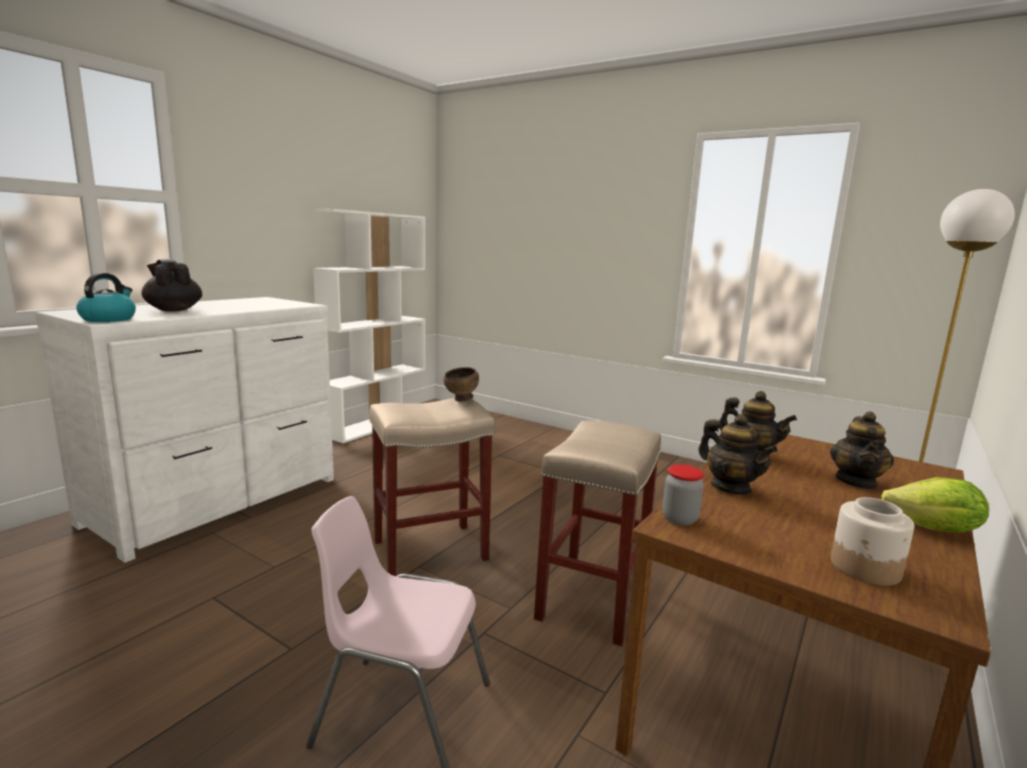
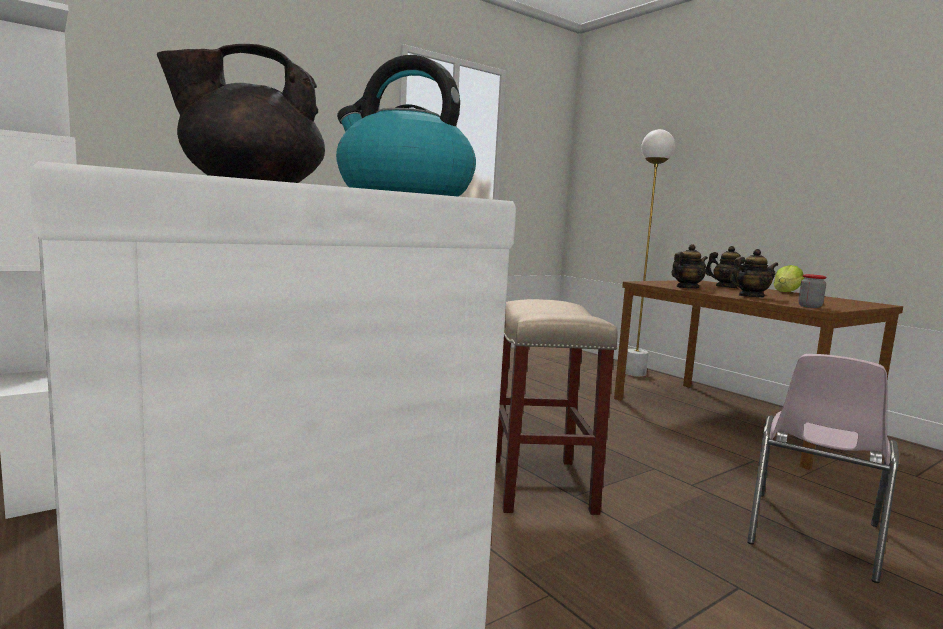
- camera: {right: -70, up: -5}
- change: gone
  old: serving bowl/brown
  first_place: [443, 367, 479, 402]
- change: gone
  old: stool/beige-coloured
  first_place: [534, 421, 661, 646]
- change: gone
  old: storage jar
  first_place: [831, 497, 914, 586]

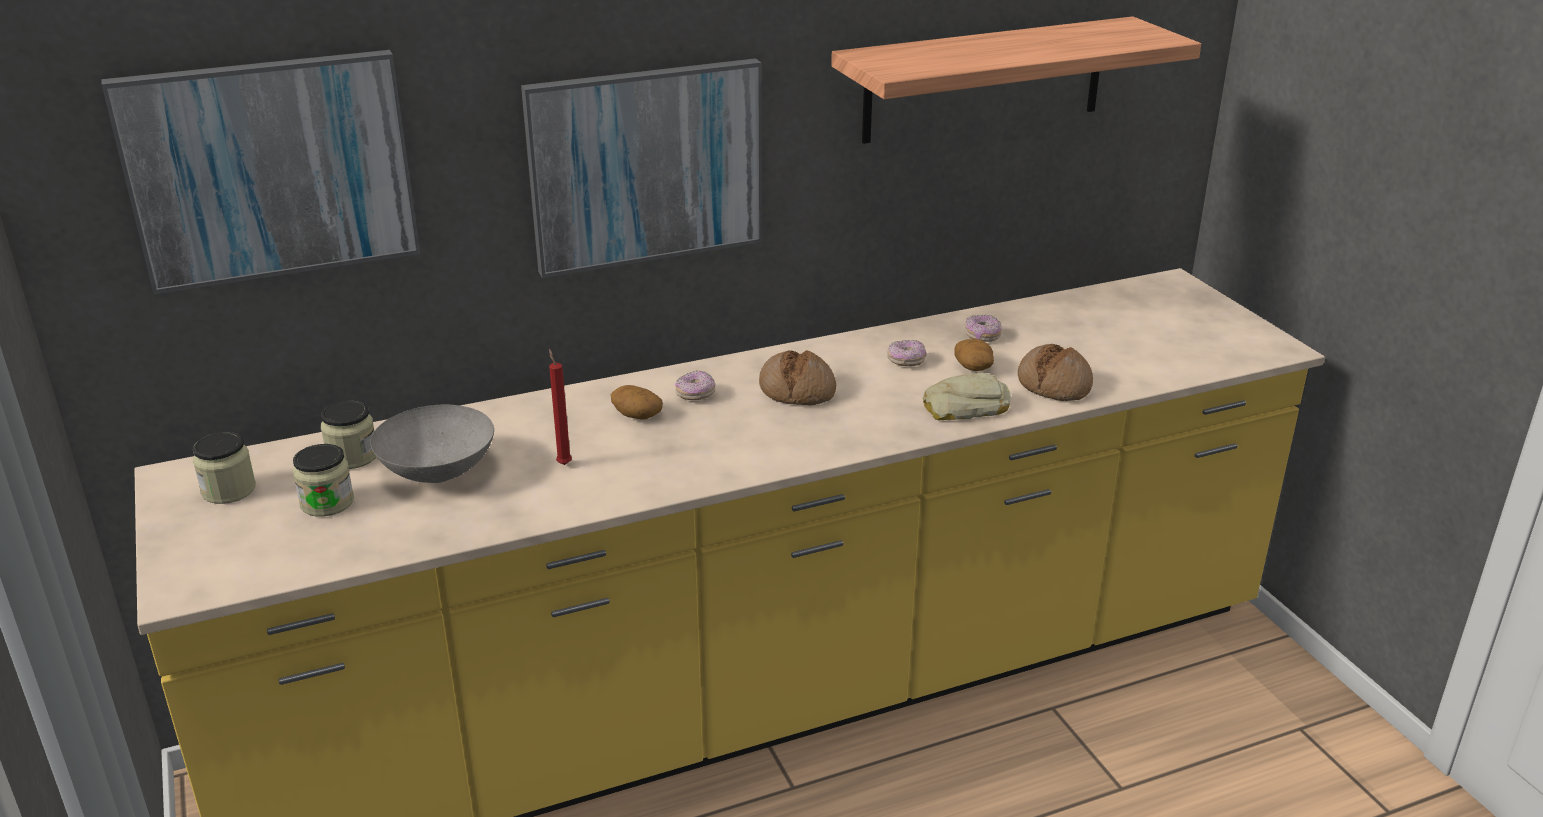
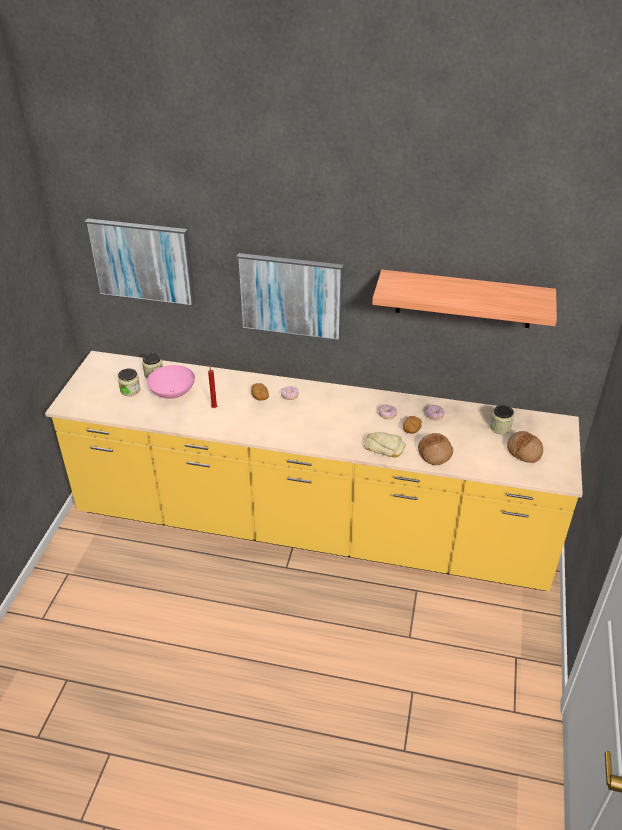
- camera: {right: 35, up: 10}
- change: repainted
  old: serving bowl/greyish
  new: serving bowl/pink
  first_place: [370, 405, 494, 483]
  second_place: [147, 365, 195, 399]
- change: shifted
  old: storage jar
  first_place: [193, 432, 256, 504]
  second_place: [490, 405, 514, 434]
- change: shifted
  old: baked bread
  first_place: [759, 350, 836, 405]
  second_place: [507, 431, 543, 463]

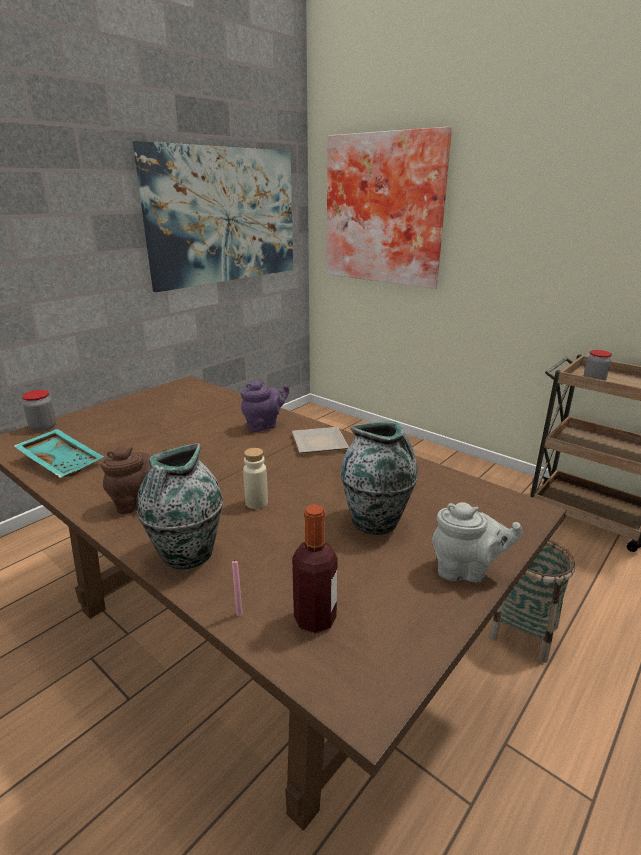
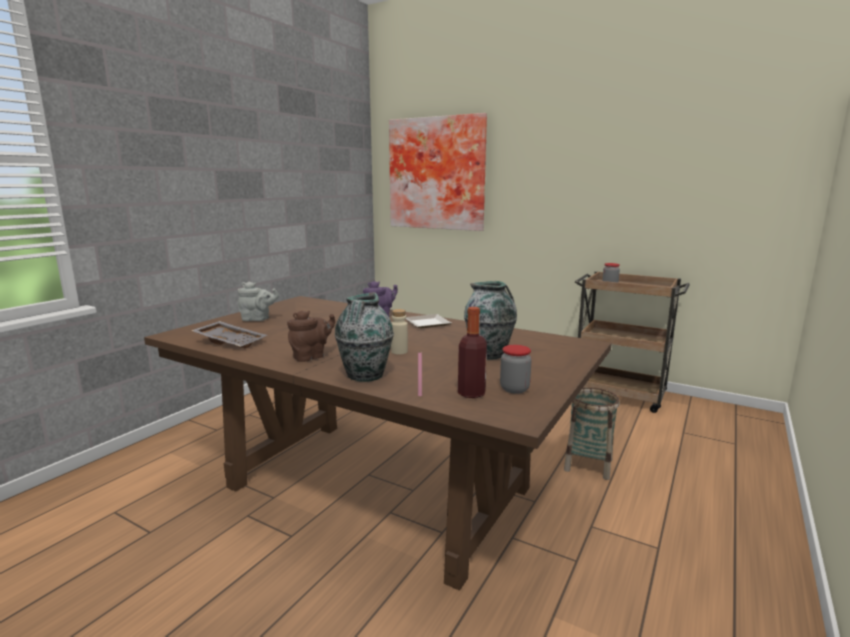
- camera: {right: -10, up: -10}
- change: repainted
  old: tray/turquoise
  new: tray/greyish
  first_place: [14, 429, 104, 478]
  second_place: [191, 321, 267, 348]
- change: shifted
  old: tea pot/greyish
  first_place: [432, 502, 523, 582]
  second_place: [238, 282, 279, 321]
- change: shifted
  old: storage jar
  first_place: [22, 390, 56, 432]
  second_place: [500, 345, 532, 394]
- change: gone
  old: picture
  first_place: [133, 141, 293, 292]

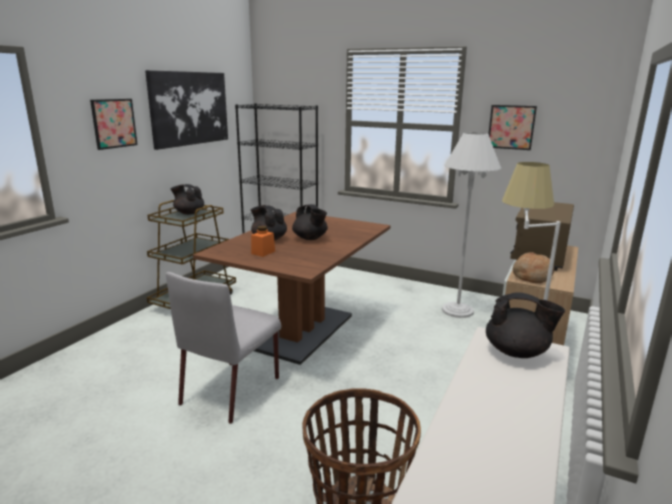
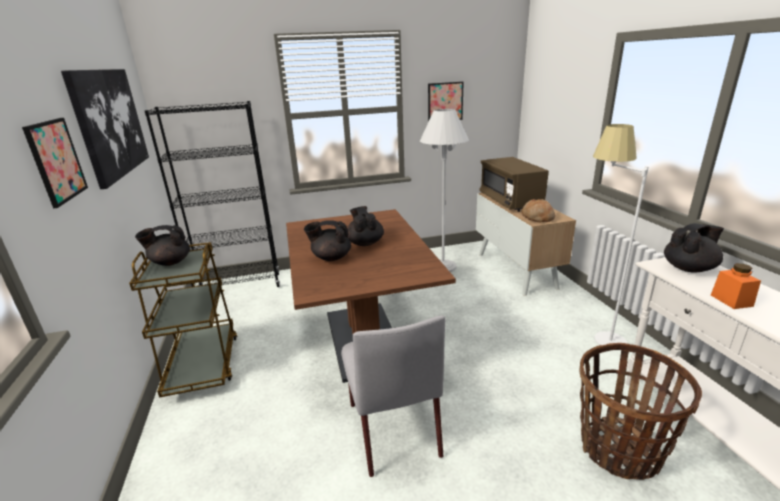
- camera: {right: -40, up: 5}
- change: rotated
  old: tea pot/black
  first_place: [292, 204, 328, 240]
  second_place: [347, 206, 384, 246]
  degrees: -120
- change: shifted
  old: storage jar/orange
  first_place: [251, 226, 275, 257]
  second_place: [711, 263, 761, 309]

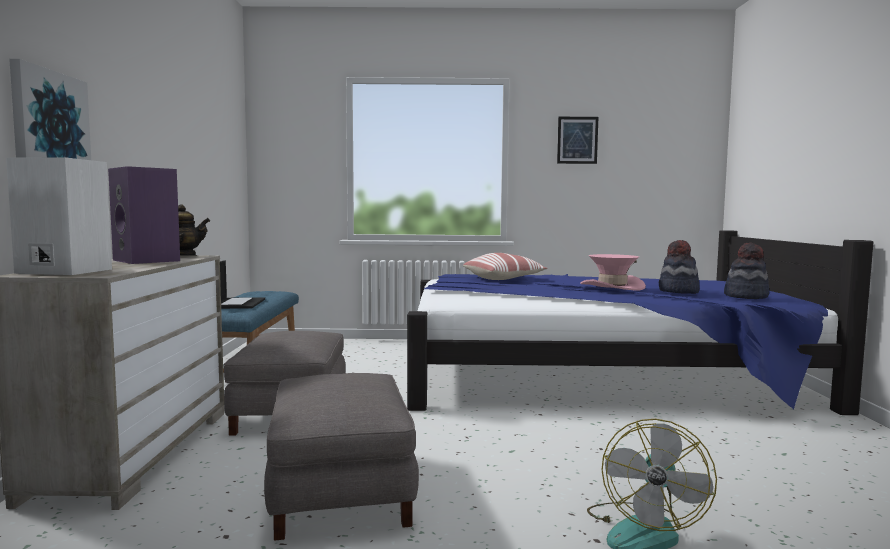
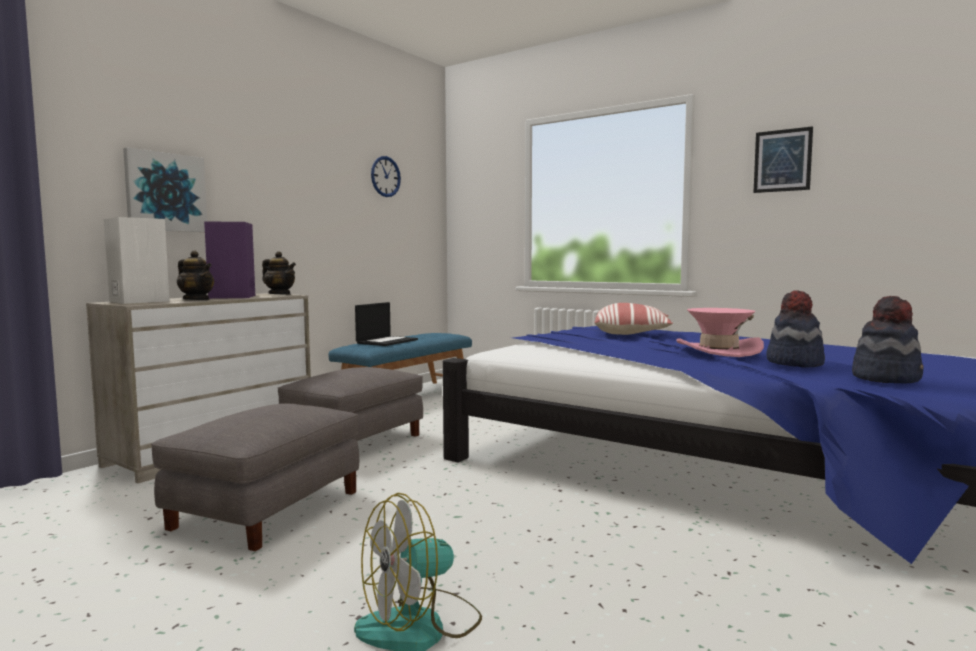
- camera: {right: 35, up: 0}
- change: new
  new: tea pot
  second_place: [177, 250, 214, 300]
- change: new
  new: wall clock
  second_place: [371, 156, 401, 197]

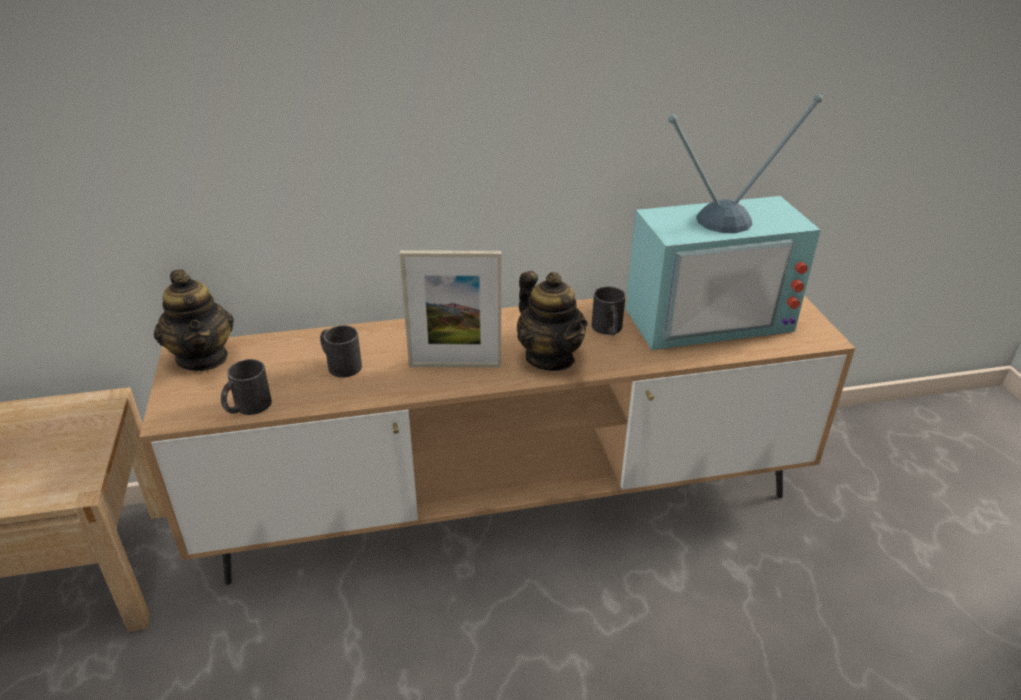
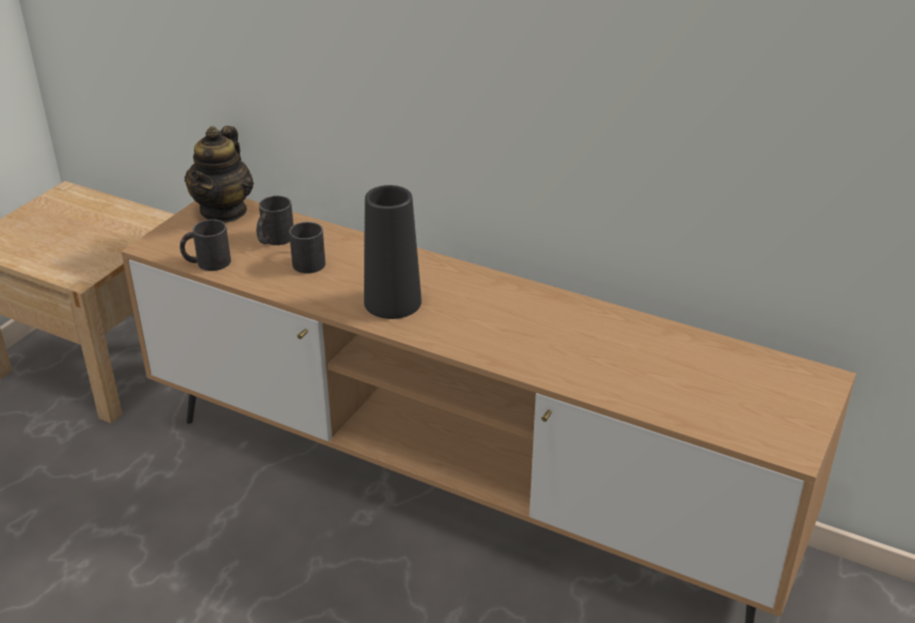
- camera: {right: 40, up: 0}
- change: shifted
  old: mug/black
  first_place: [592, 287, 626, 335]
  second_place: [256, 196, 294, 245]
- change: swapped
  old: standing frame
  new: flower vase/black
  first_place: [400, 250, 501, 367]
  second_place: [364, 185, 422, 319]
- change: gone
  old: tea pot
  first_place: [517, 271, 588, 371]
- change: gone
  old: television
  first_place: [626, 94, 823, 350]

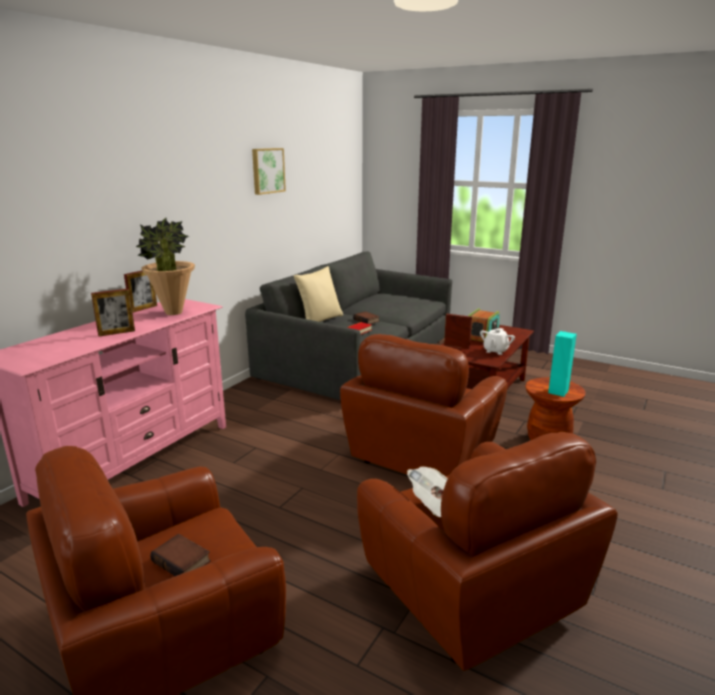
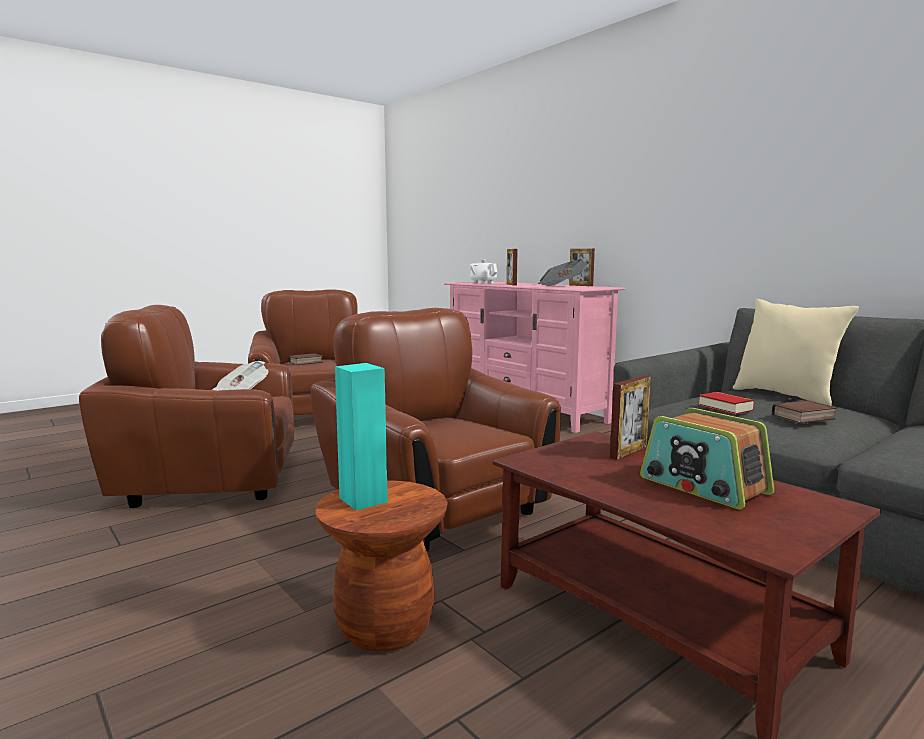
- camera: {right: 110, up: -10}
- change: shifted
  old: tea pot/white
  first_place: [480, 328, 515, 355]
  second_place: [469, 259, 497, 284]
- change: swapped
  old: plant in a pot
  new: daily paper
  first_place: [136, 218, 195, 315]
  second_place: [537, 259, 587, 286]
- change: gone
  old: picture
  first_place: [252, 148, 286, 195]

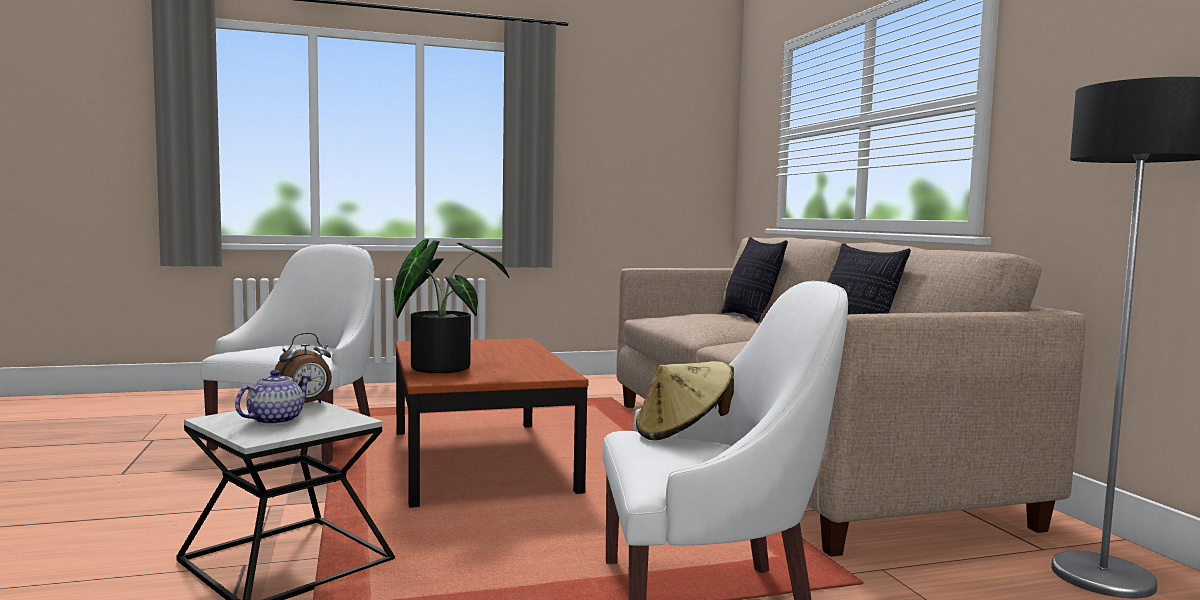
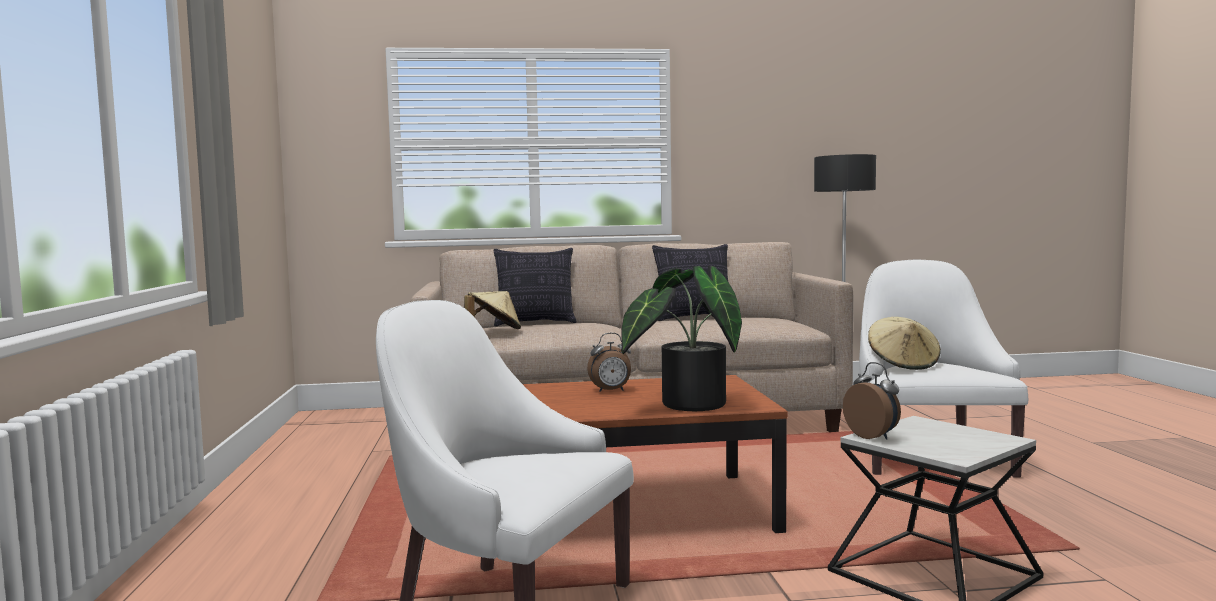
- camera: {right: -80, up: 0}
- change: new
  new: hat/beige-coloured
  second_place: [464, 291, 521, 329]
- change: new
  new: alarm clock
  second_place: [587, 333, 631, 392]
- change: gone
  old: tea pot
  first_place: [235, 370, 312, 425]

